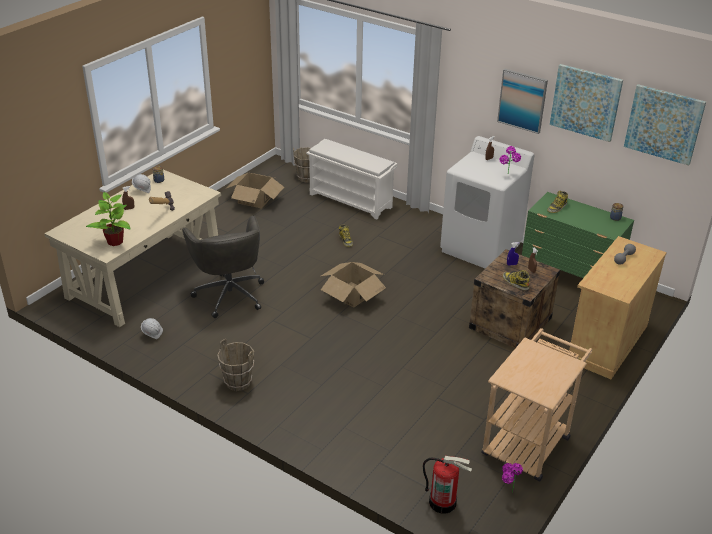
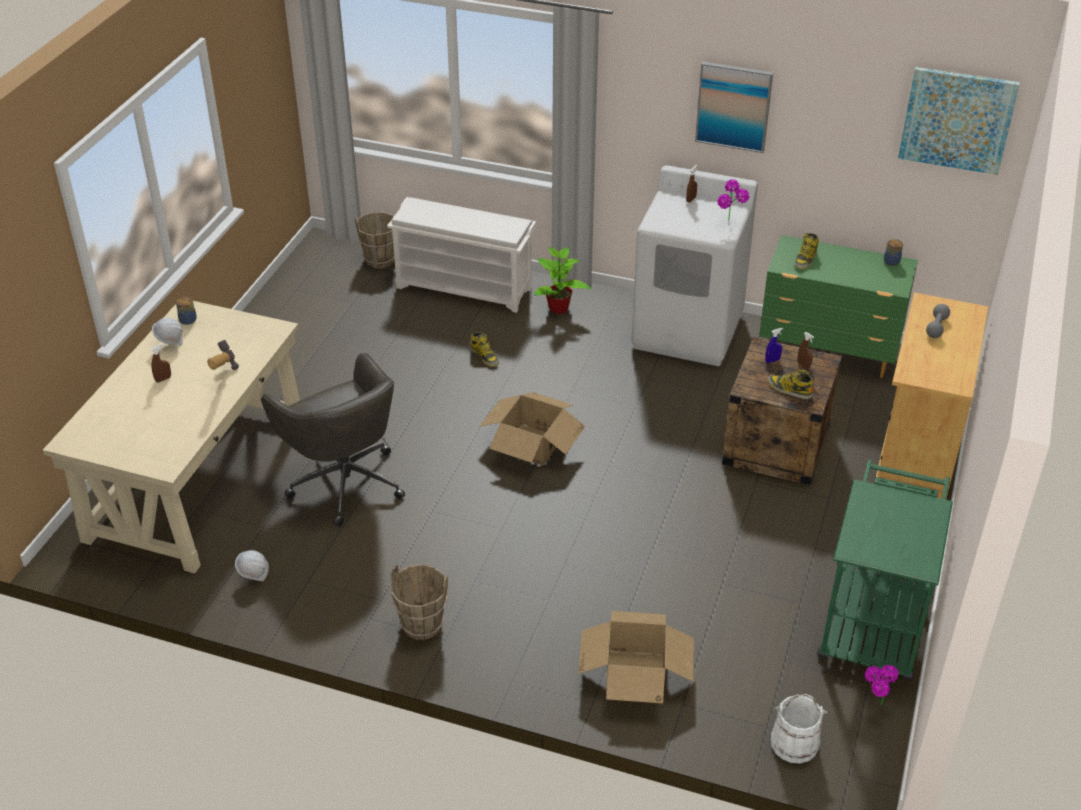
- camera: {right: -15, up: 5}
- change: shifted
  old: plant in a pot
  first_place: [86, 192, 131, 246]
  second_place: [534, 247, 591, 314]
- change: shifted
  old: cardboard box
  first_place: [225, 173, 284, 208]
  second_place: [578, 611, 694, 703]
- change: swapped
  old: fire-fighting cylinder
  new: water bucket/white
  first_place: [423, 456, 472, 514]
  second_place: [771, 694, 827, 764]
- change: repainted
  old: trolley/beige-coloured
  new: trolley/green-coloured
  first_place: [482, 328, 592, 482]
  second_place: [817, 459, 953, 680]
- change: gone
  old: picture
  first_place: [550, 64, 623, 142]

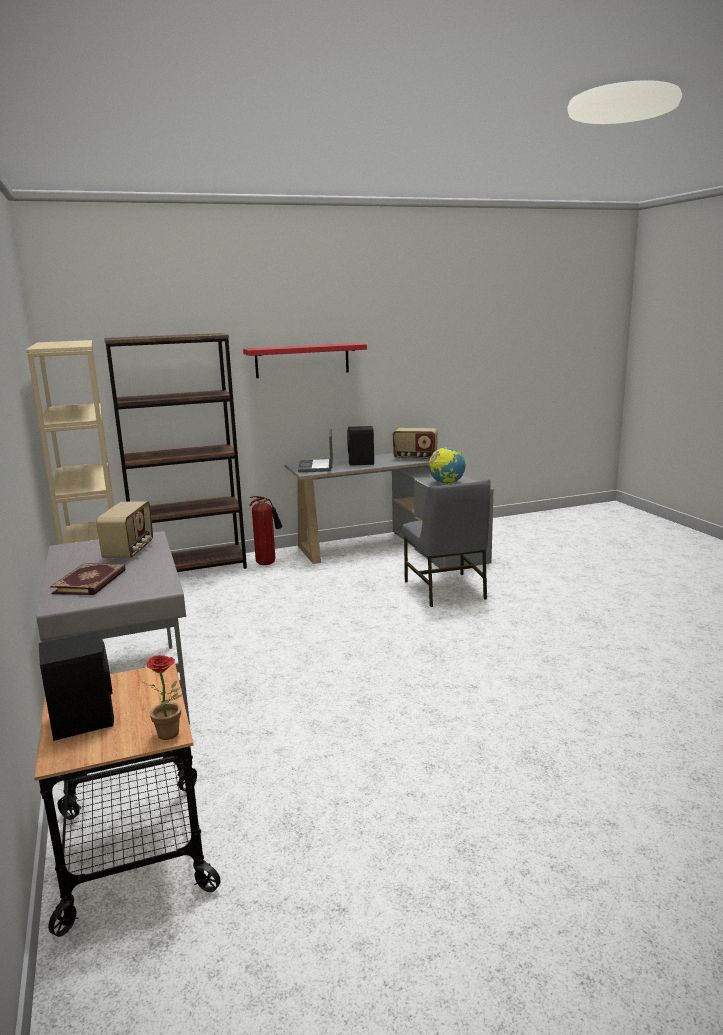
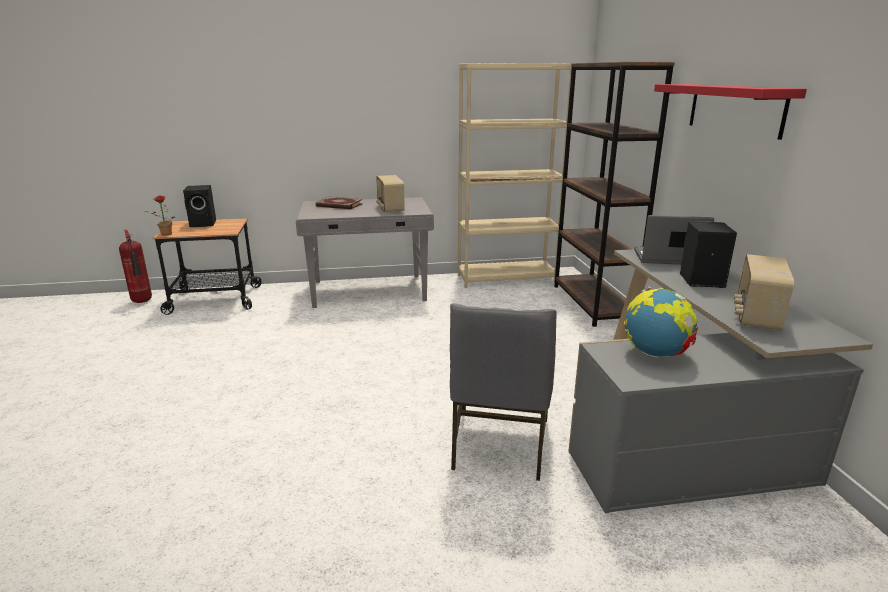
- camera: {right: 100, up: 5}
- change: shifted
  old: fire-fighting cylinder
  first_place: [249, 496, 282, 565]
  second_place: [119, 230, 152, 303]
- change: rotated
  old: radio
  first_place: [96, 501, 153, 559]
  second_place: [376, 175, 405, 213]
  degrees: 60
- change: rotated
  old: upright chair/greyish
  first_place: [402, 479, 491, 607]
  second_place: [450, 303, 556, 481]
  degrees: -75

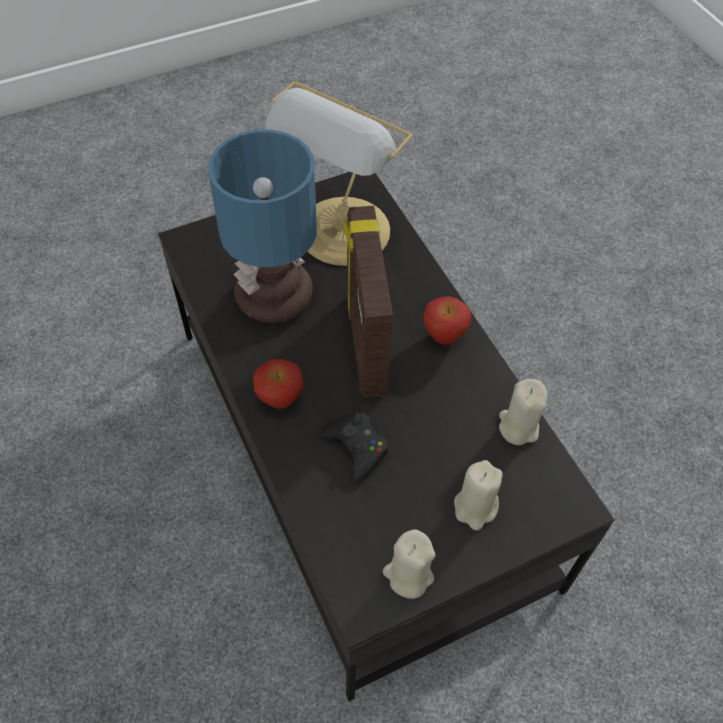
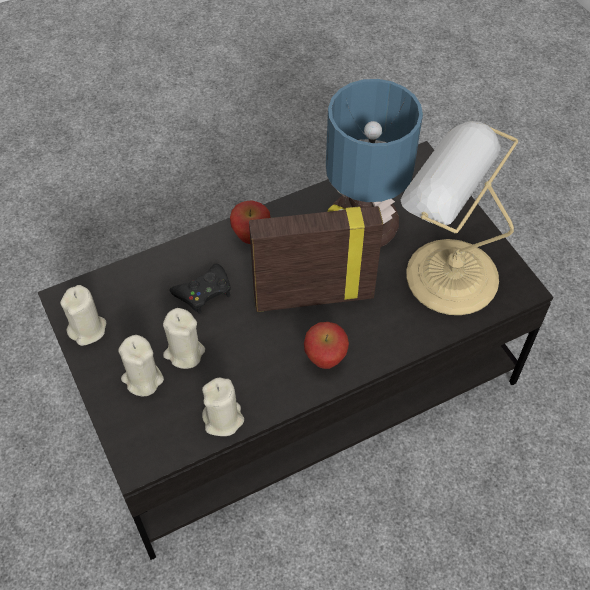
- camera: {right: 90, up: 0}
- change: new
  new: candle/beige-coloured
  second_place: [163, 308, 205, 369]

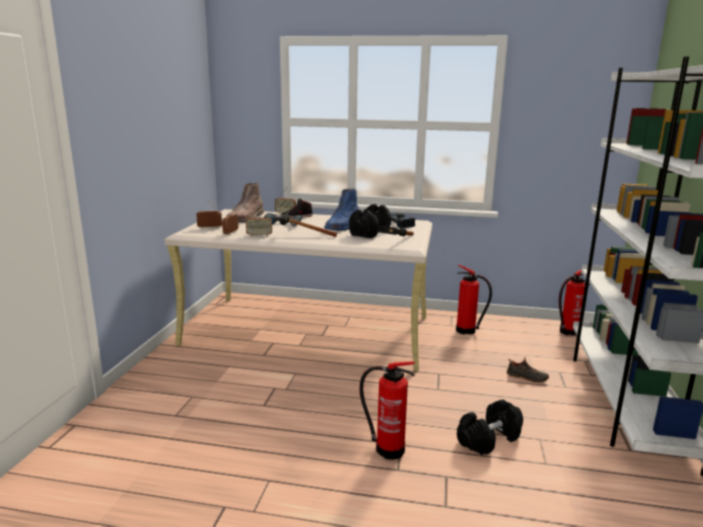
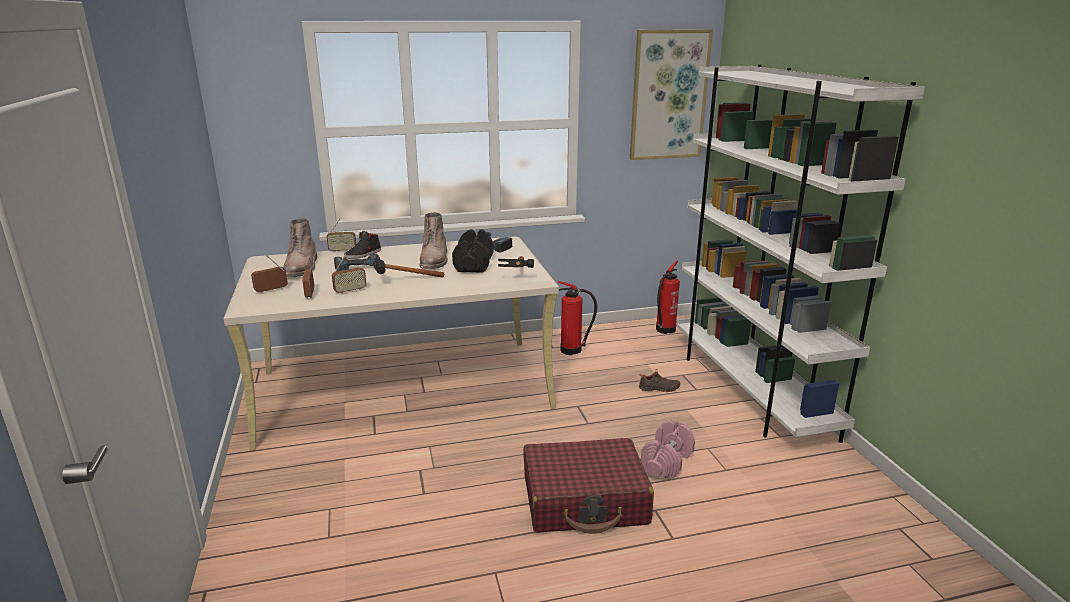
- camera: {right: -25, up: 5}
- change: repainted
  old: high-top boot/blue
  new: high-top boot/brown
  first_place: [324, 189, 359, 231]
  second_place: [420, 212, 448, 269]
- change: swapped
  old: fire-fighting cylinder
  new: travel case/reddish
  first_place: [359, 361, 415, 460]
  second_place: [523, 438, 654, 534]
- change: new
  new: picture
  second_place: [630, 29, 713, 160]
- change: repainted
  old: hand weight/black
  new: hand weight/pink
  first_place: [457, 400, 523, 455]
  second_place: [641, 419, 695, 479]

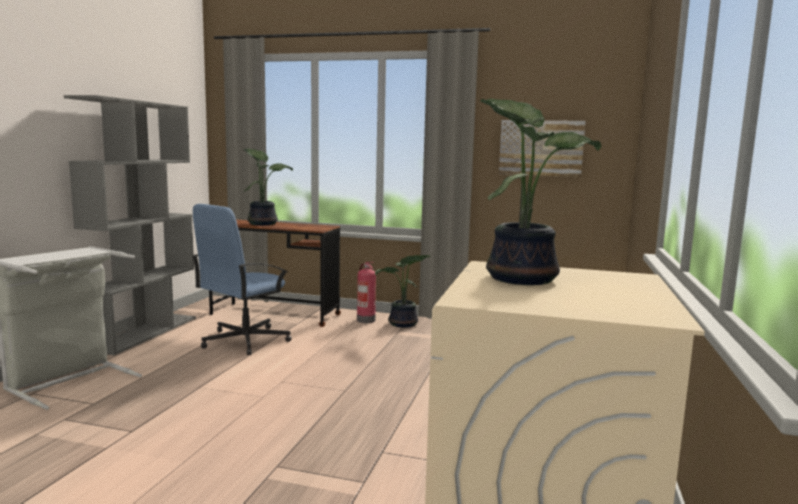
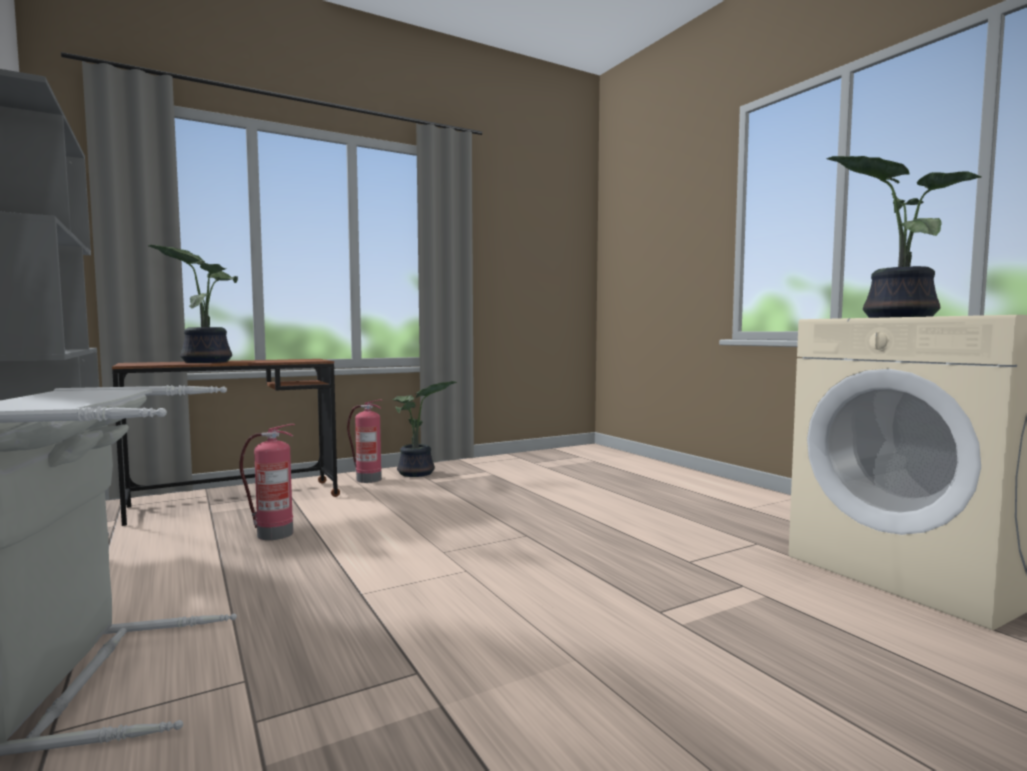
- camera: {right: -45, up: -5}
- change: swapped
  old: computer chair/blue
  new: fire-fighting cylinder
  first_place: [192, 204, 292, 355]
  second_place: [239, 424, 295, 540]
- change: gone
  old: picture
  first_place: [499, 120, 586, 177]

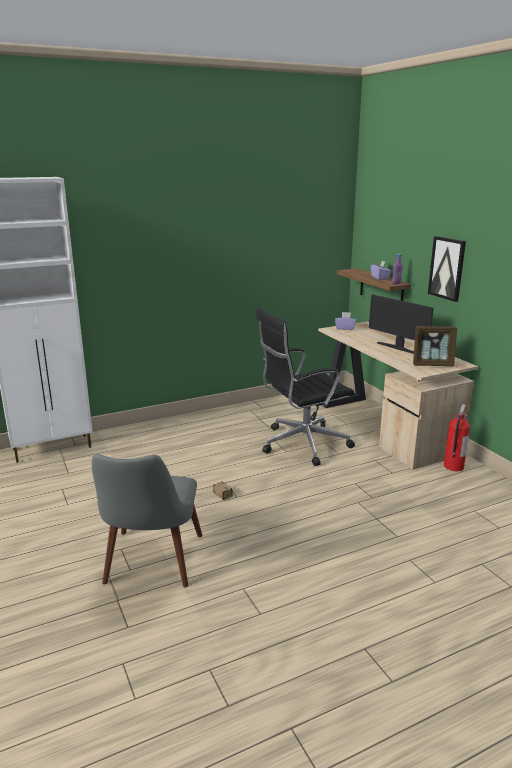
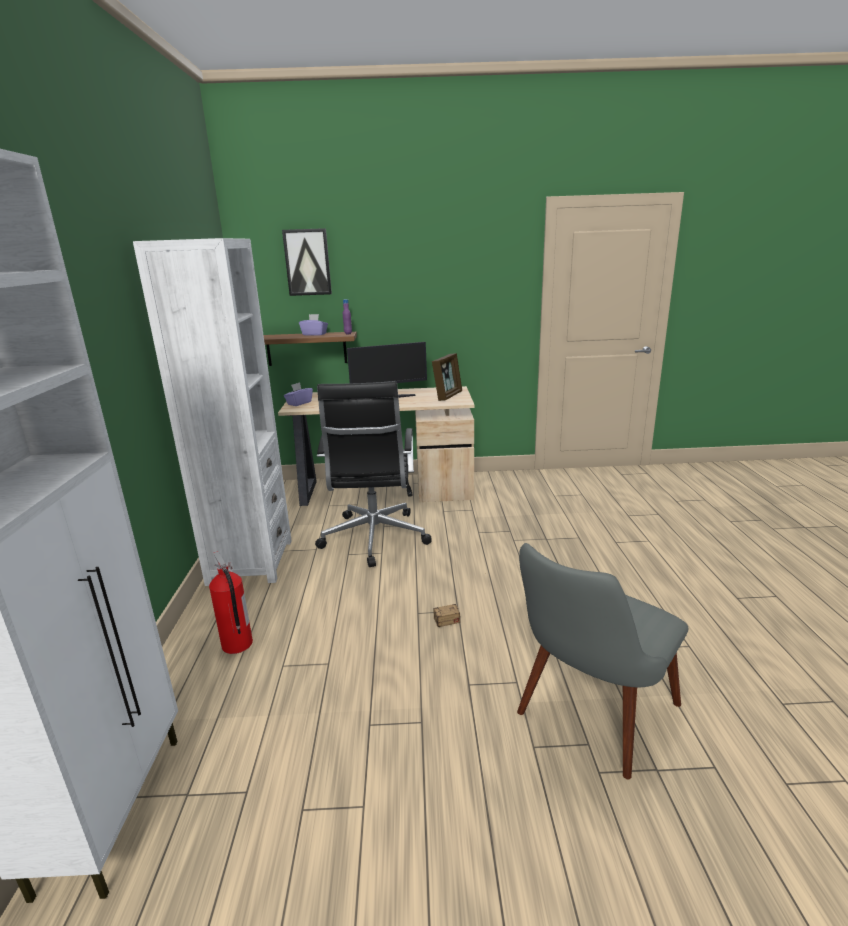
- camera: {right: -65, up: 0}
- change: new
  new: shelving unit/white
  second_place: [133, 238, 292, 586]
- change: shifted
  old: fire-fighting cylinder
  first_place: [444, 404, 470, 471]
  second_place: [209, 551, 253, 654]
- change: shifted
  old: picture
  first_place: [428, 236, 466, 302]
  second_place: [282, 228, 332, 296]
- change: rotated
  old: upright chair/greyish
  first_place: [92, 453, 202, 587]
  second_place: [517, 543, 688, 780]
  degrees: 105

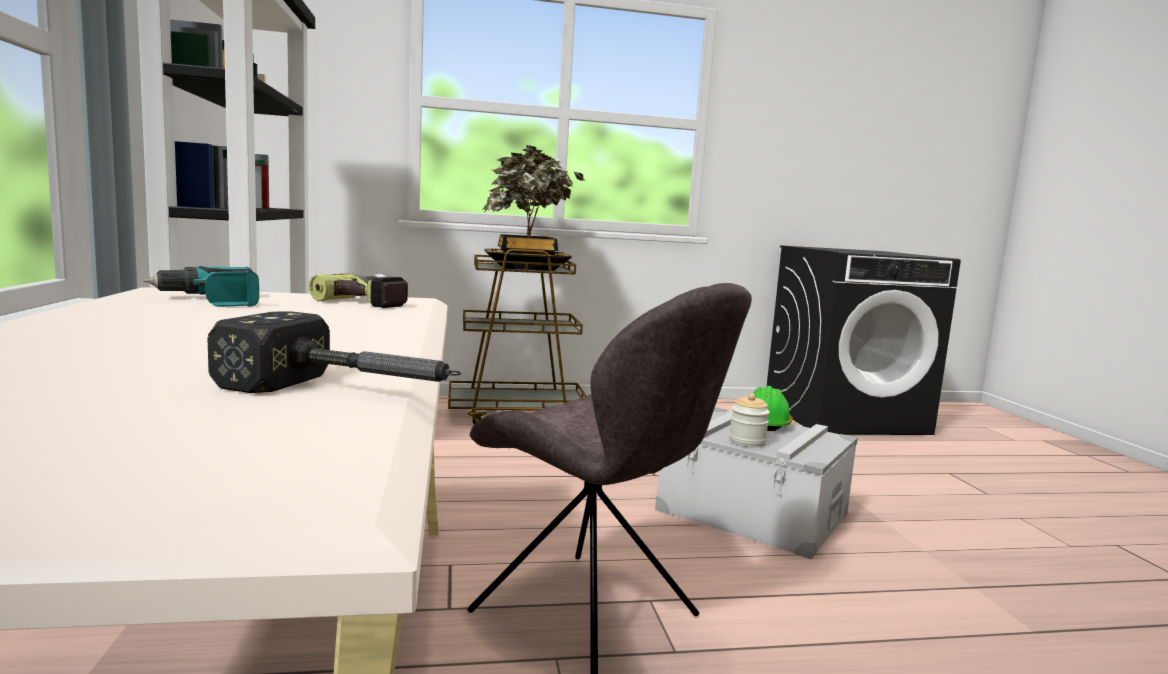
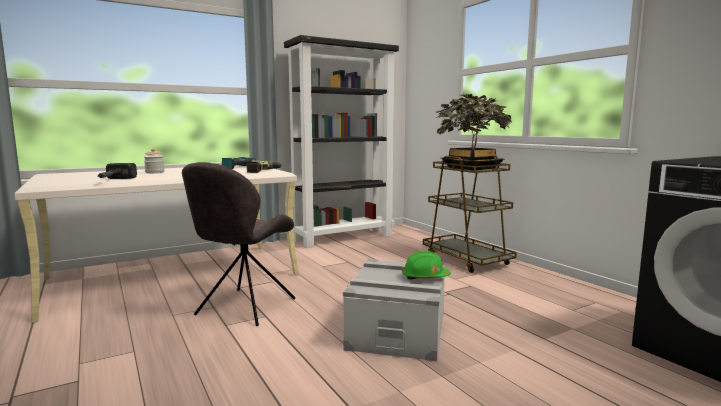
- camera: {right: 70, up: 0}
- change: shifted
  old: storage jar
  first_place: [729, 393, 770, 447]
  second_place: [144, 148, 164, 173]

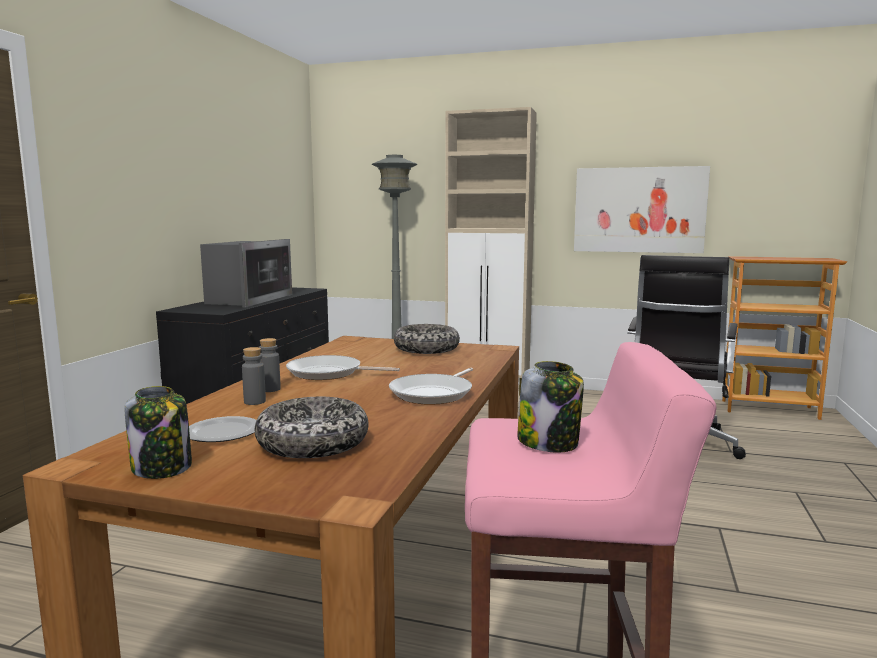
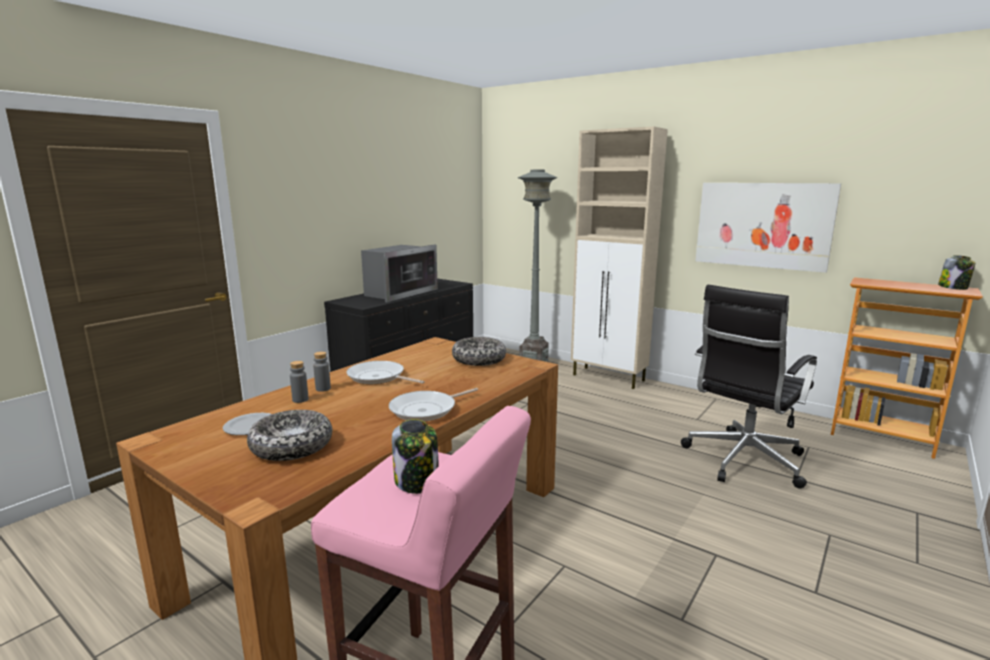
- camera: {right: 20, up: 5}
- change: shifted
  old: storage jar
  first_place: [124, 386, 192, 479]
  second_place: [938, 255, 975, 290]

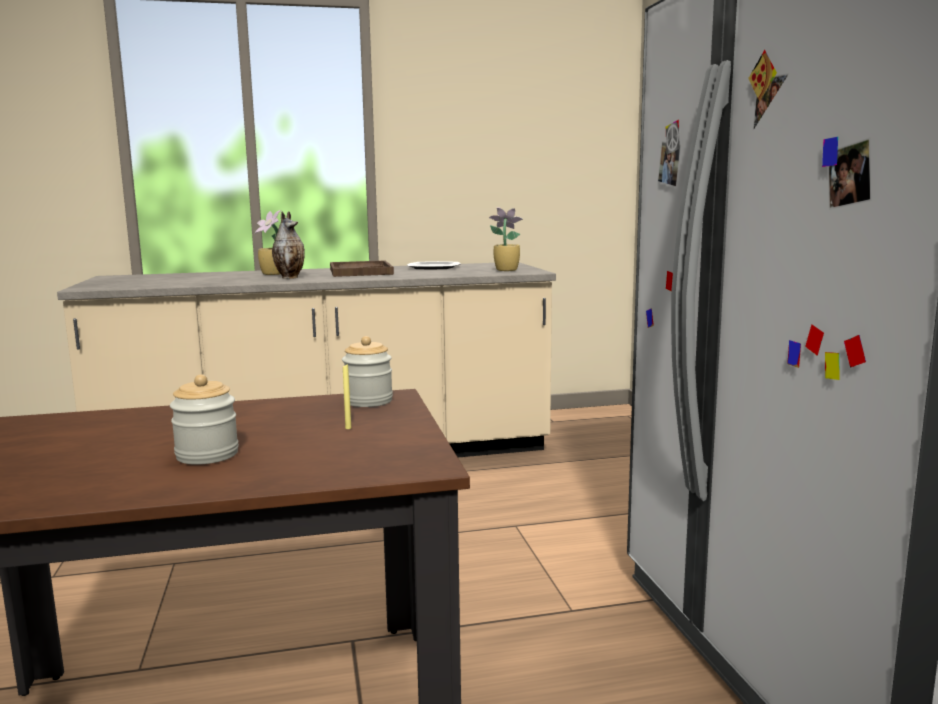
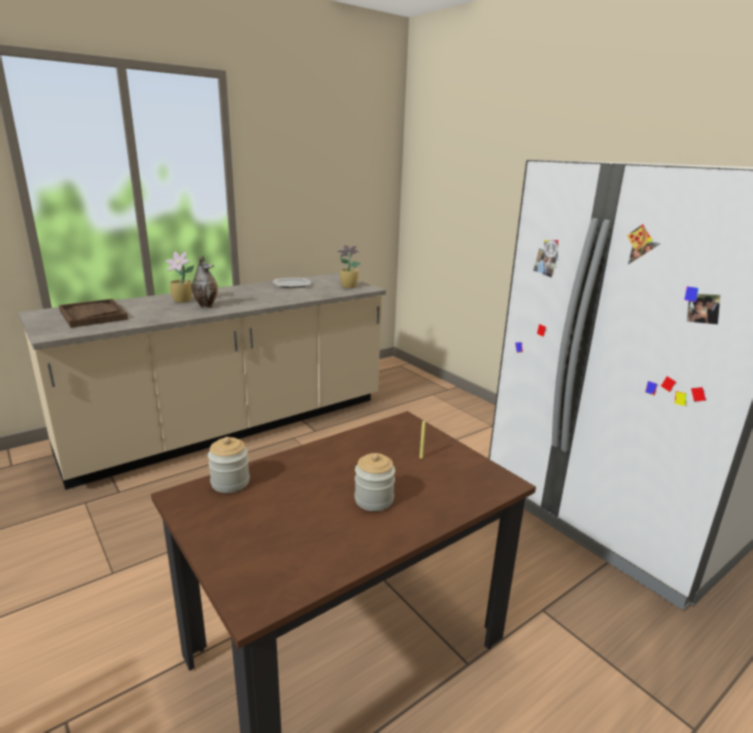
- camera: {right: -25, up: 10}
- change: shifted
  old: tray/brown
  first_place: [330, 261, 394, 277]
  second_place: [59, 299, 128, 328]
- change: shifted
  old: storage jar
  first_place: [342, 336, 393, 407]
  second_place: [208, 437, 250, 493]

